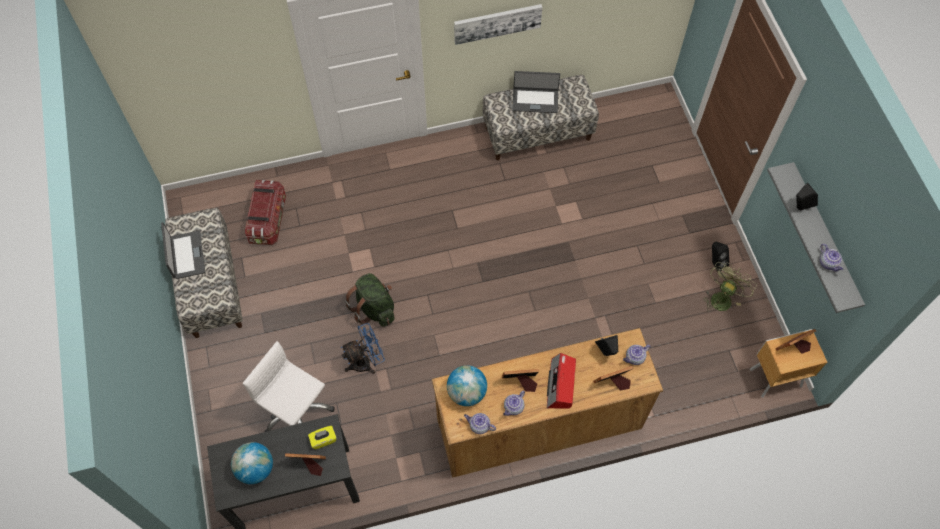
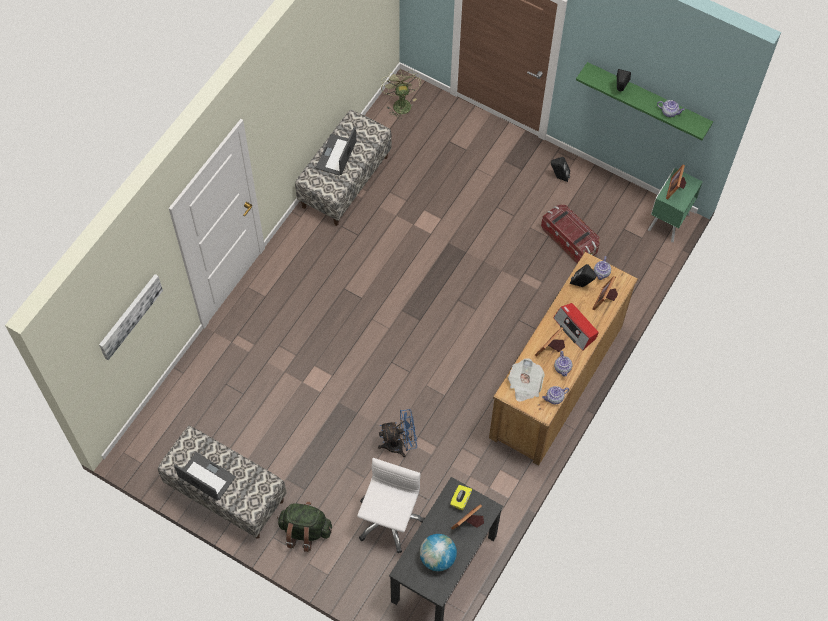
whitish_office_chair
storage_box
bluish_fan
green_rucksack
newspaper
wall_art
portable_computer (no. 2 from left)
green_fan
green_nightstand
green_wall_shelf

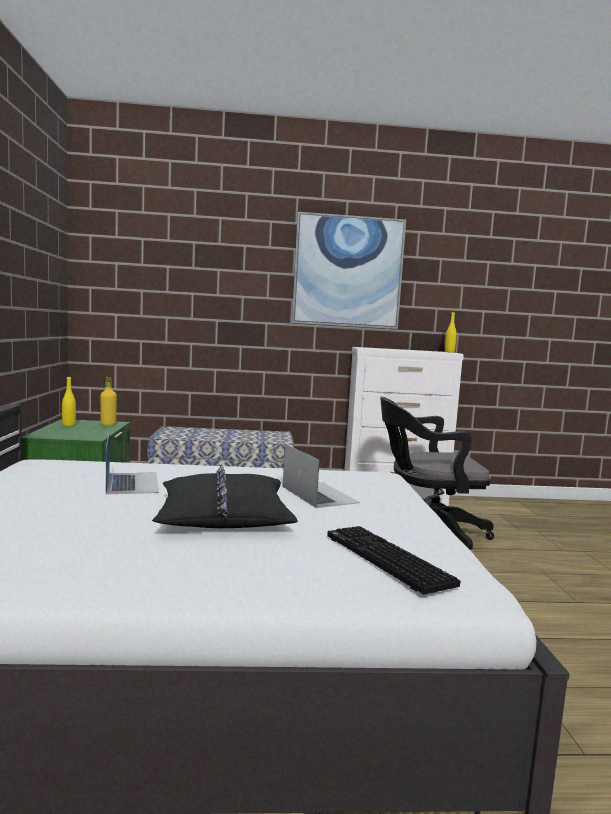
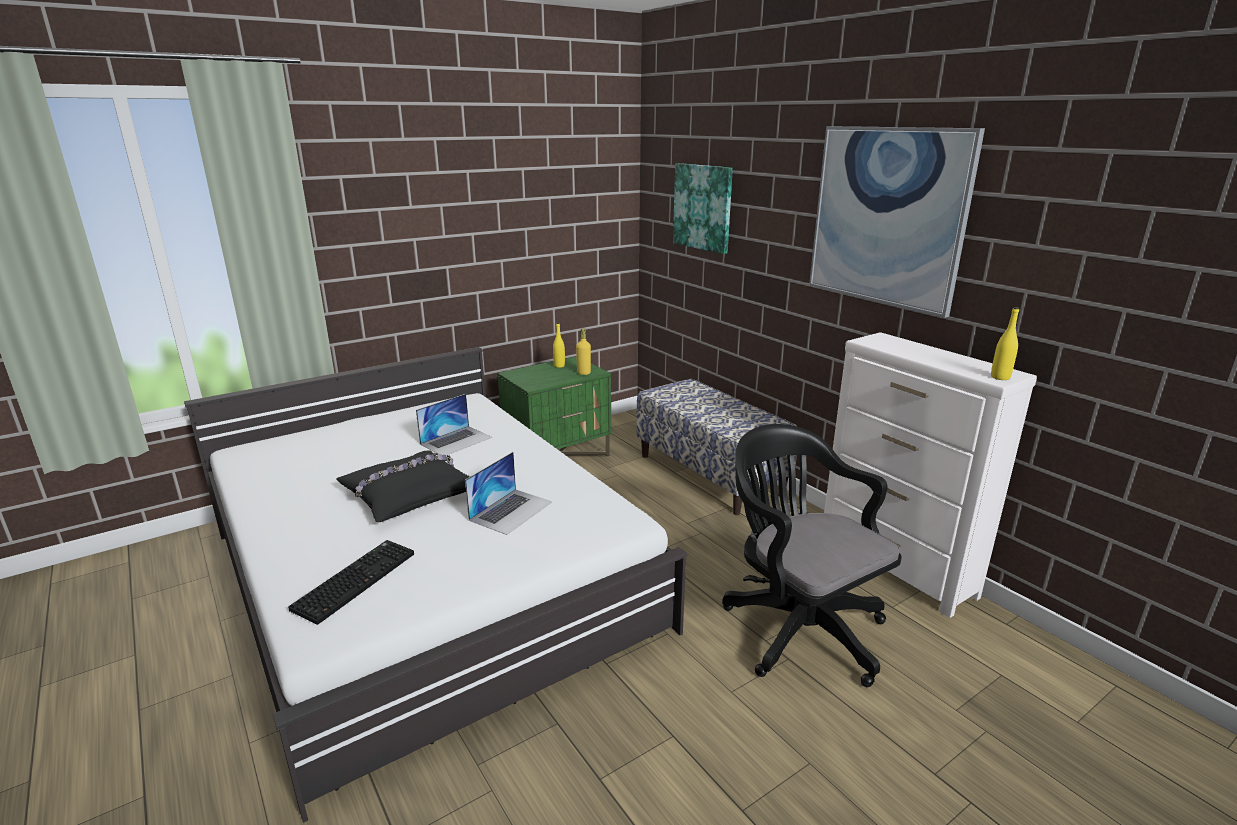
wall_art (no. 1 from left)

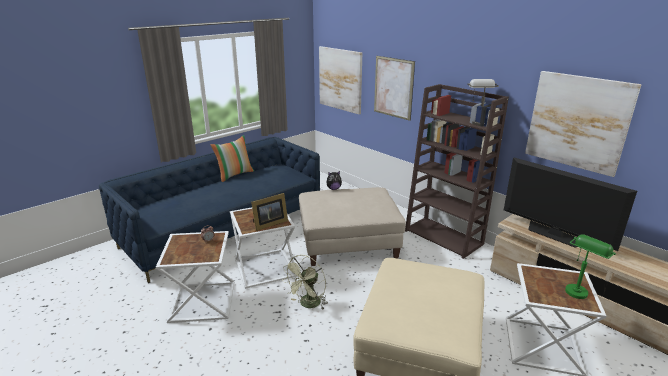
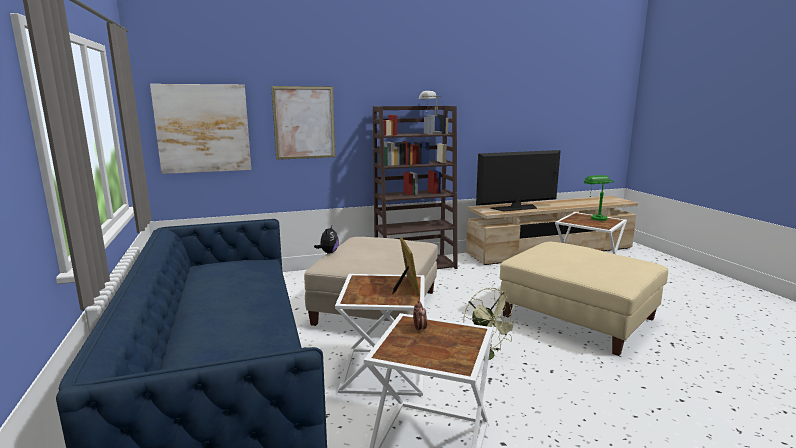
throw_pillow
wall_art (no. 3 from left in the first image)

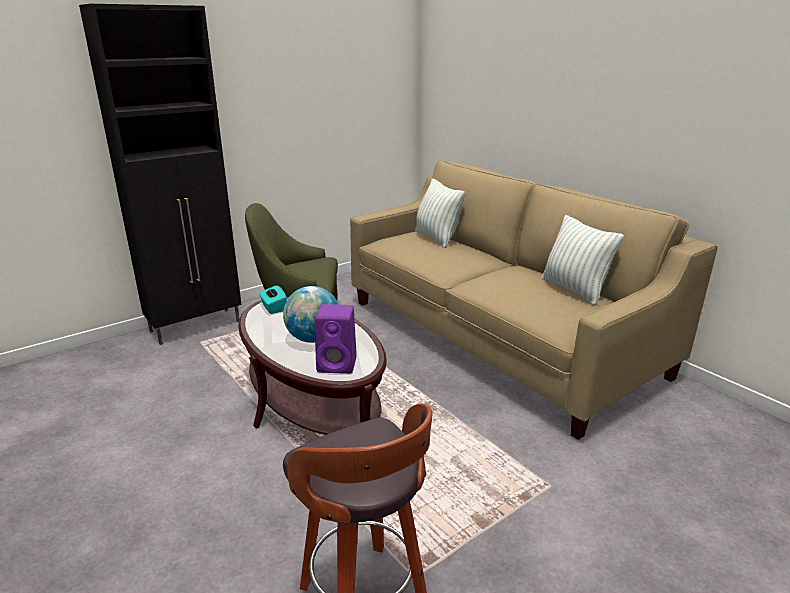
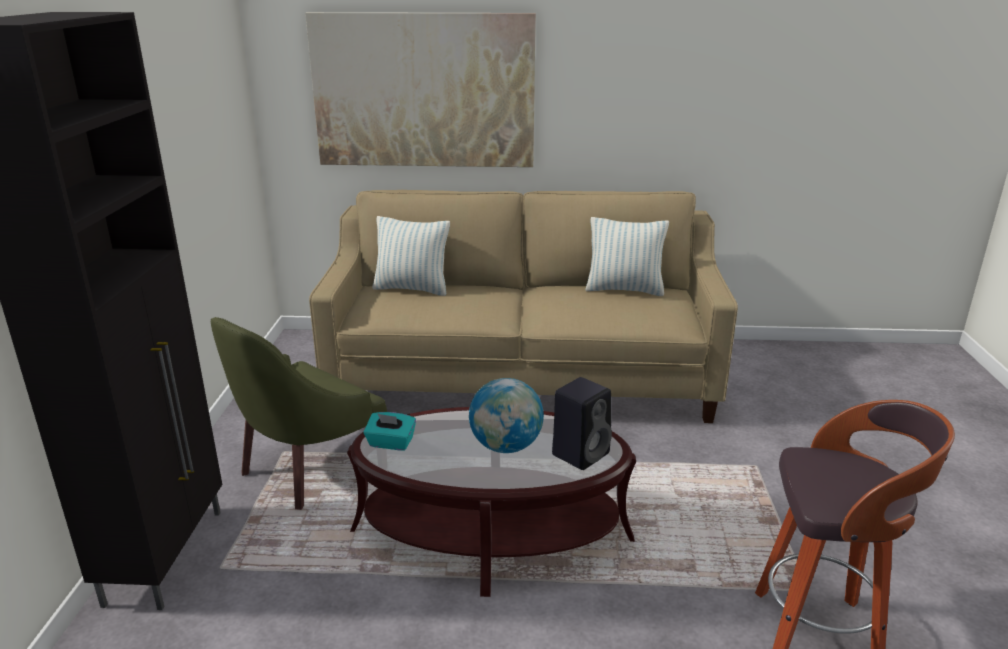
black-coloured_loudspeaker
wall_art

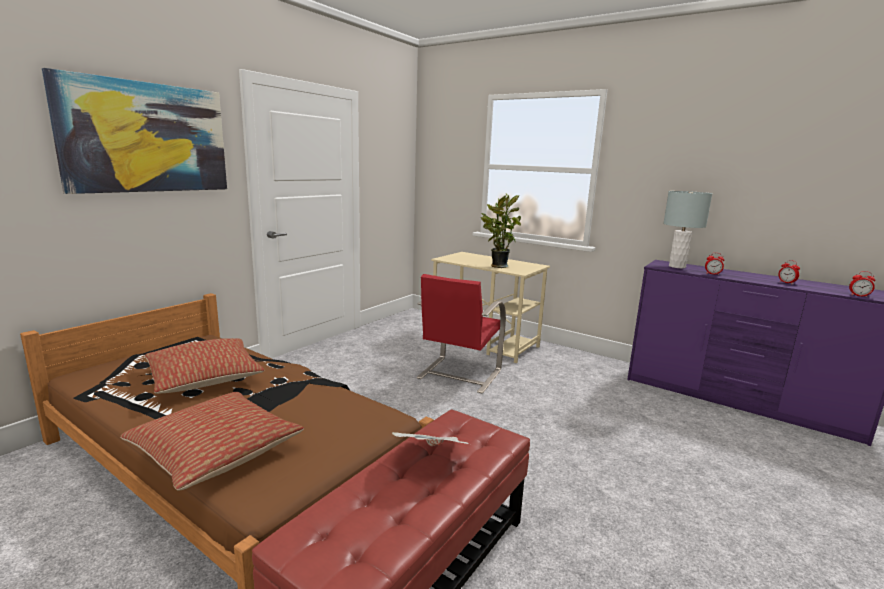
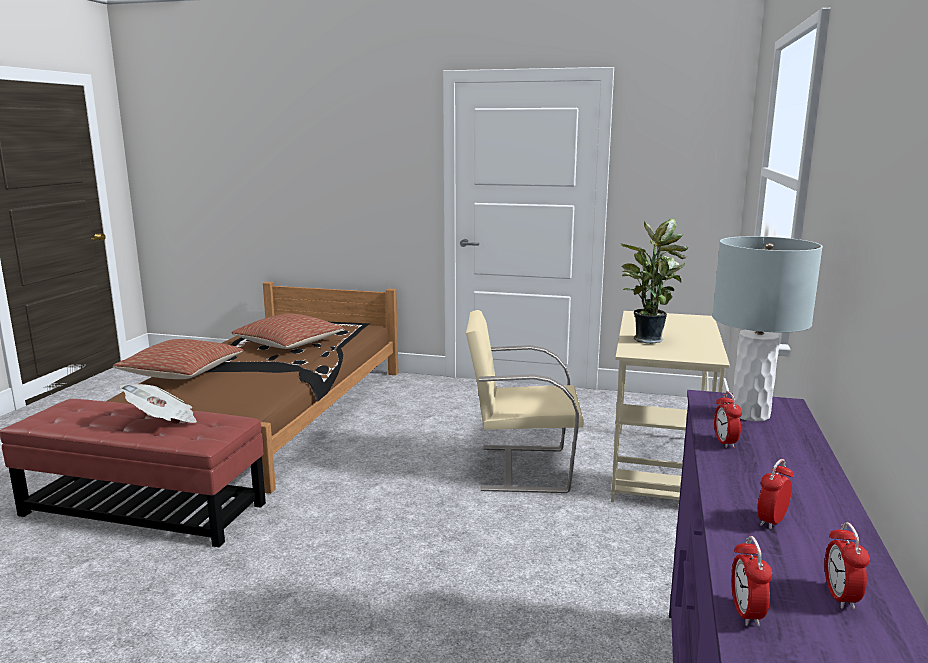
wall_art
sand-coloured_chair
table_clock (no. 4 from left)

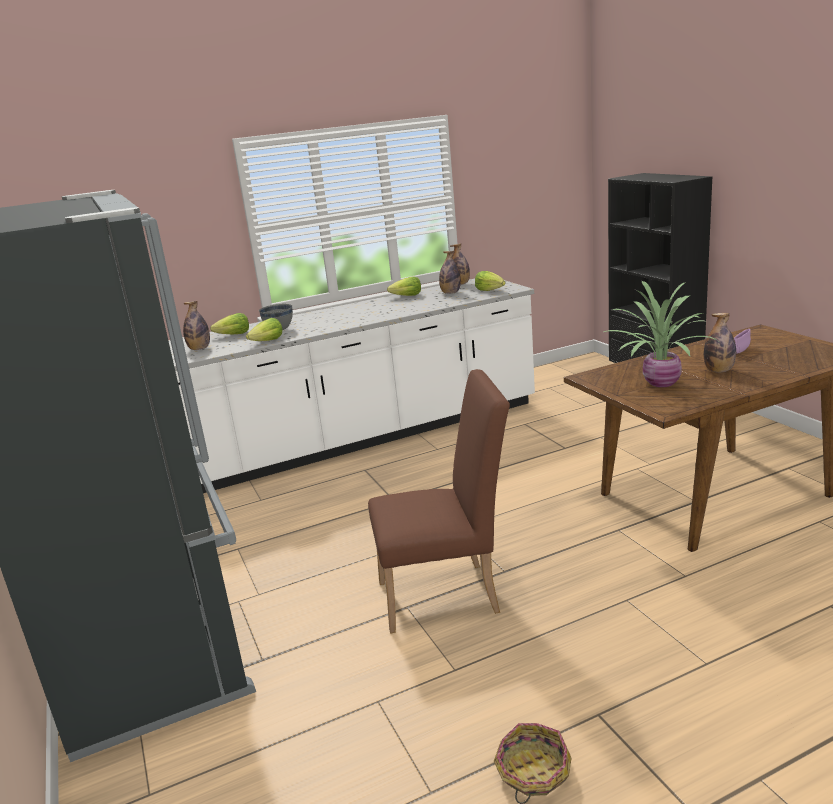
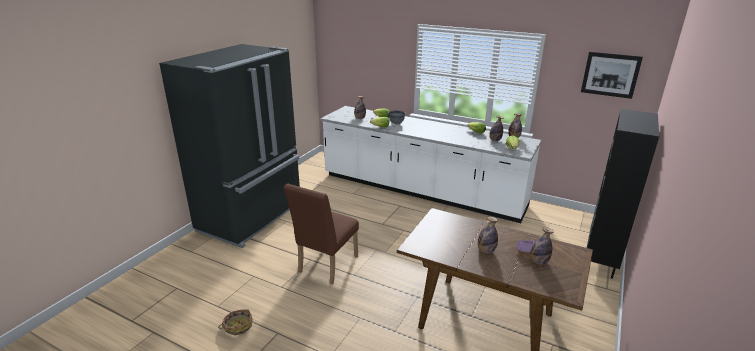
brownish_chair
potted_plant
bottle (no. 5 from left)
wall_art

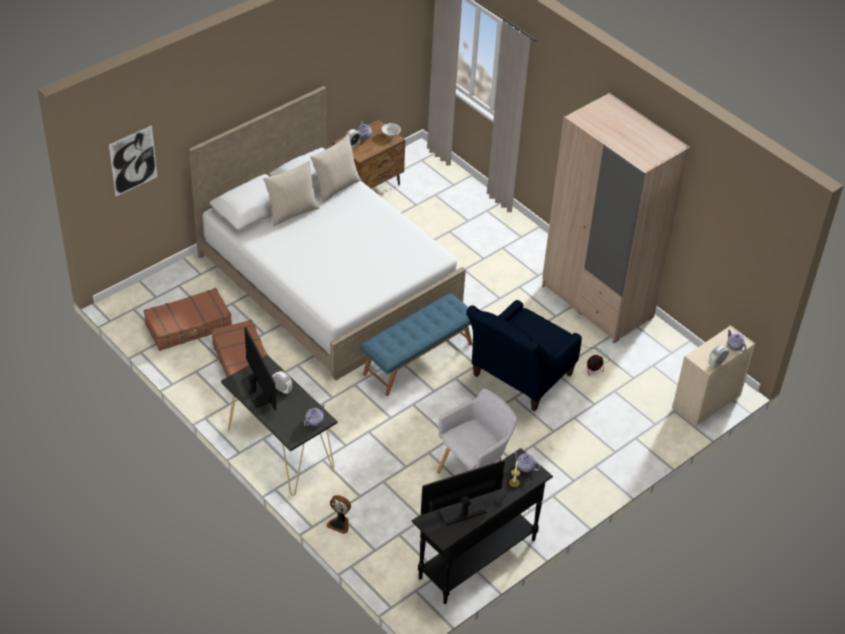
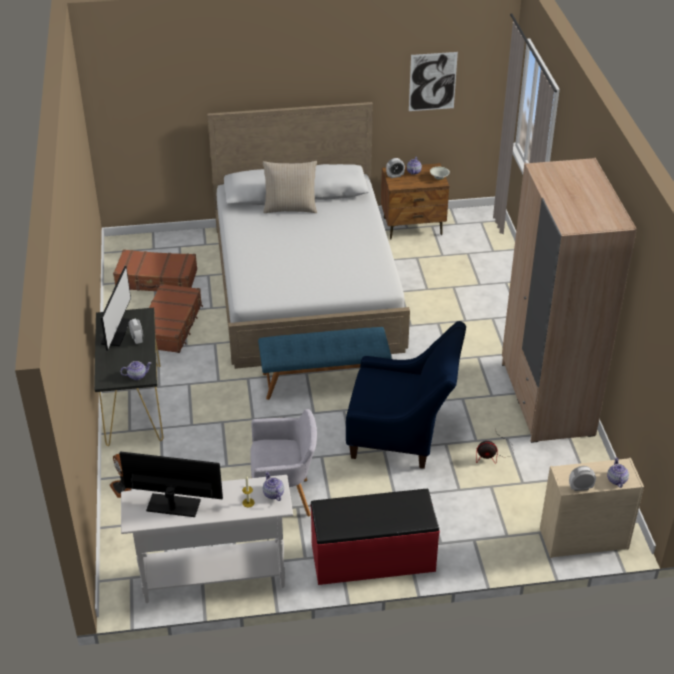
wall_art
sand-coloured_throw_pillow (no. 2 from left in the first image)
whitish_console_table
bluish_lounge_chair
red_indoor_bench

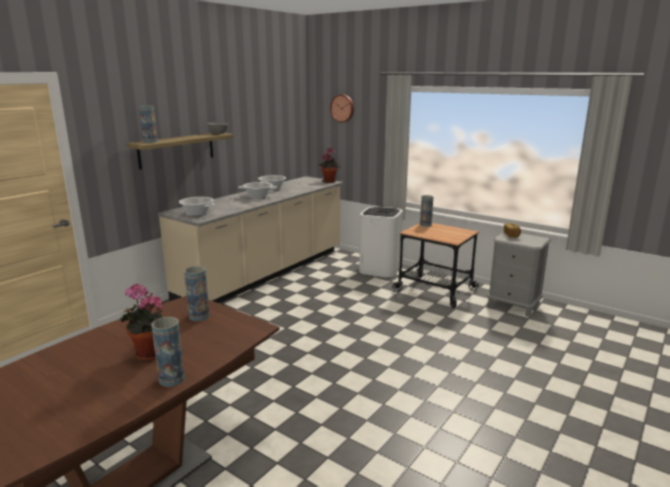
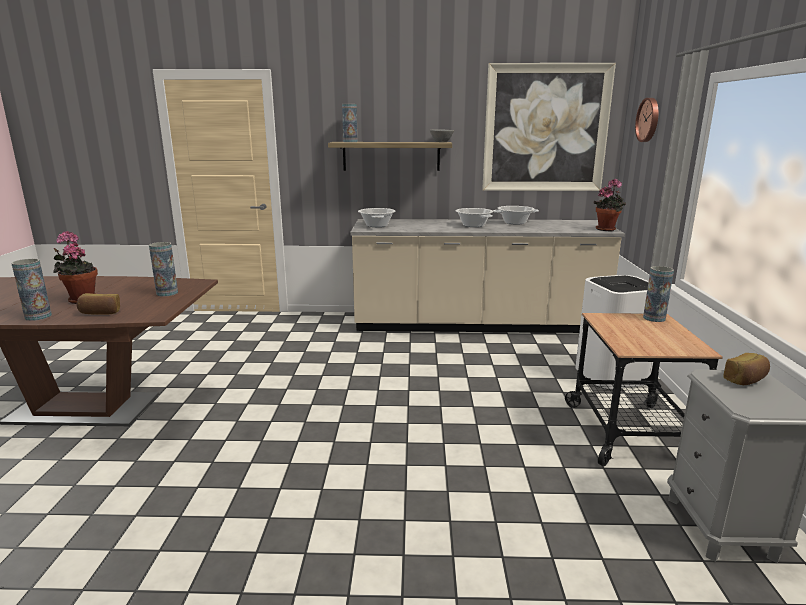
bakery_bread (no. 1 from left)
wall_art

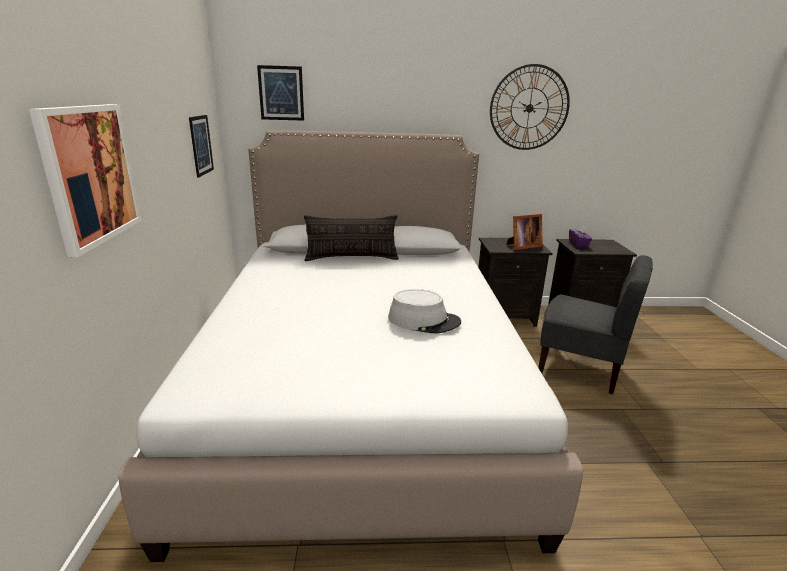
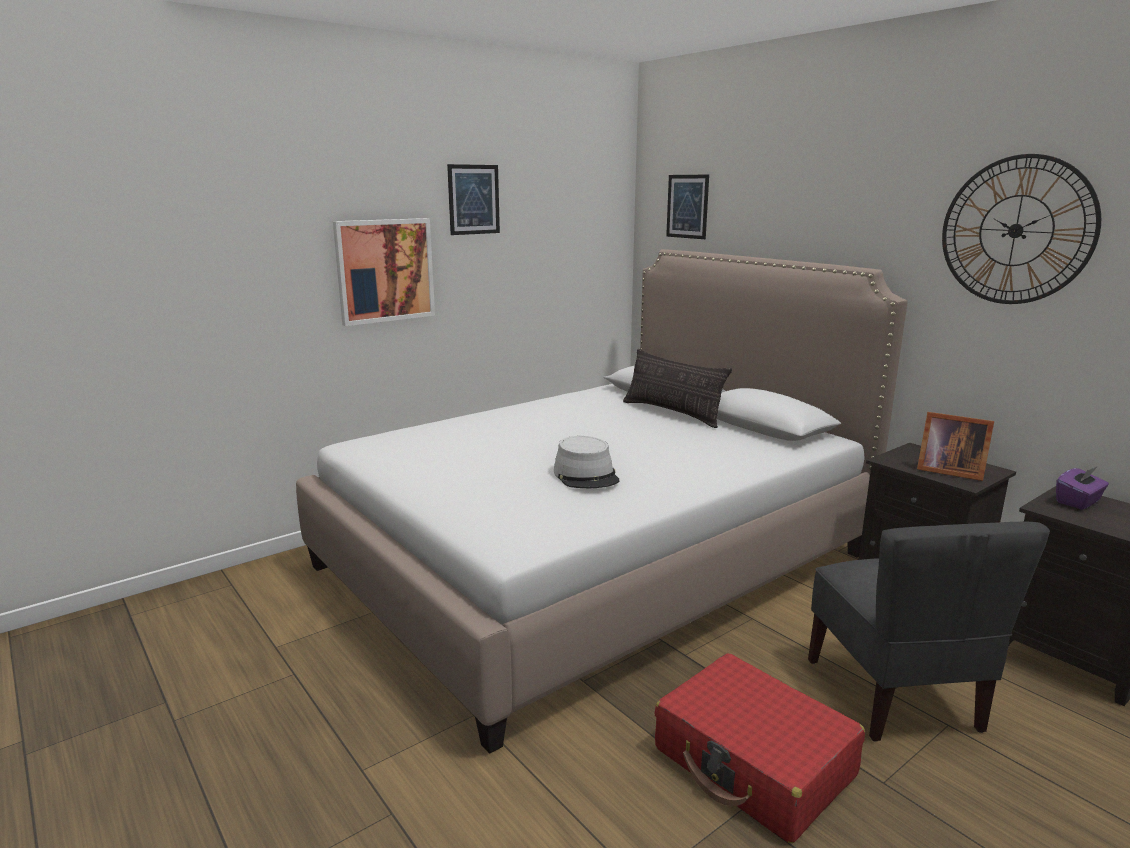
wall_art (no. 2 from left)
red_travel_case

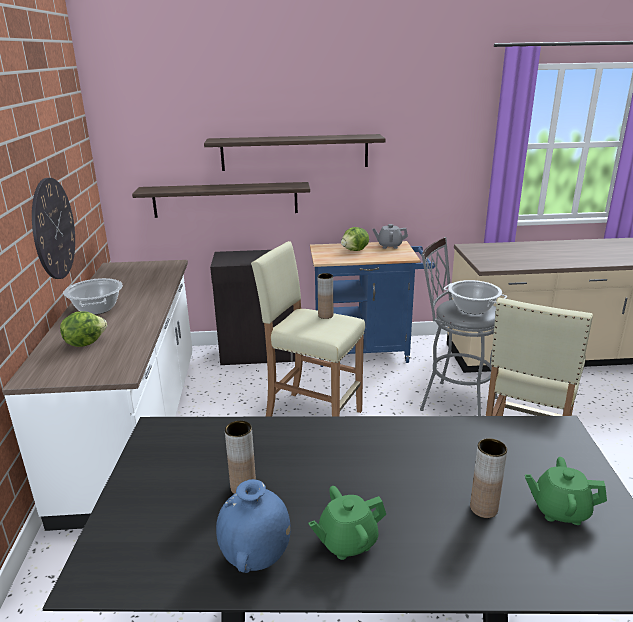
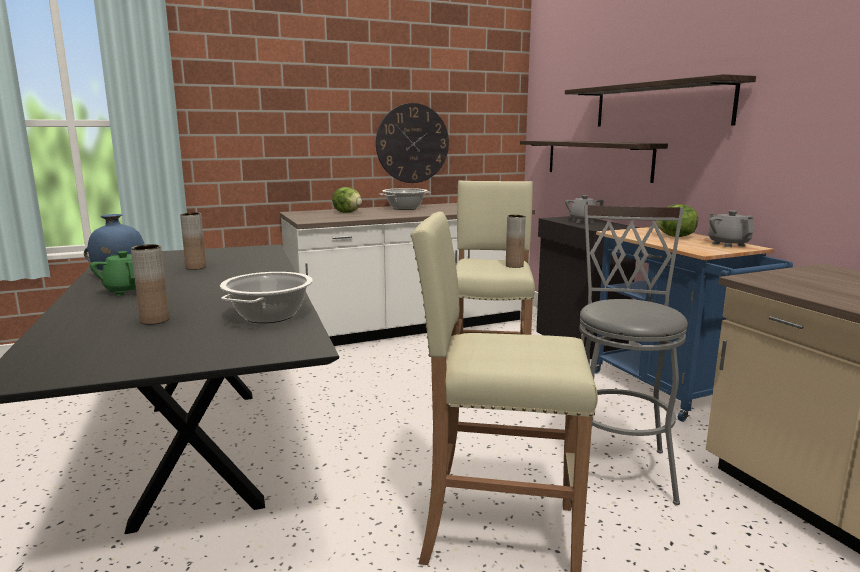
cooking_pot (no. 1 from left)
green_teapot (no. 2 from left in the first image)
greyish_teapot (no. 1 from left)

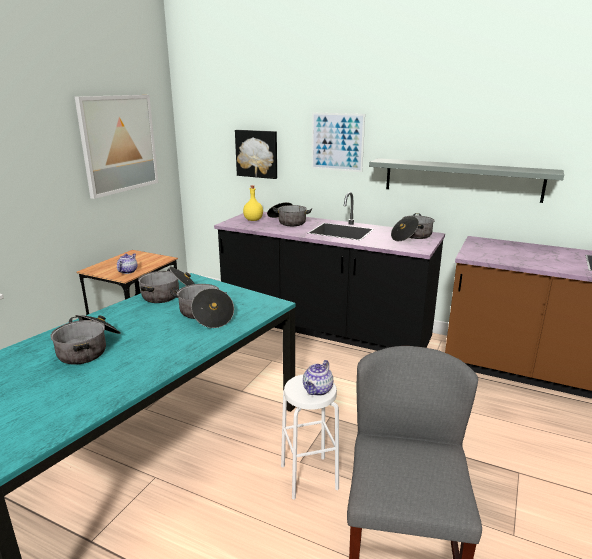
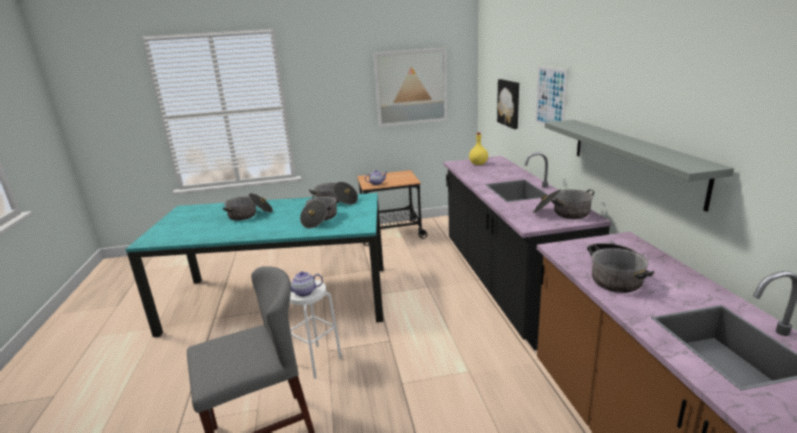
cooking_pot (no. 5 from left)

